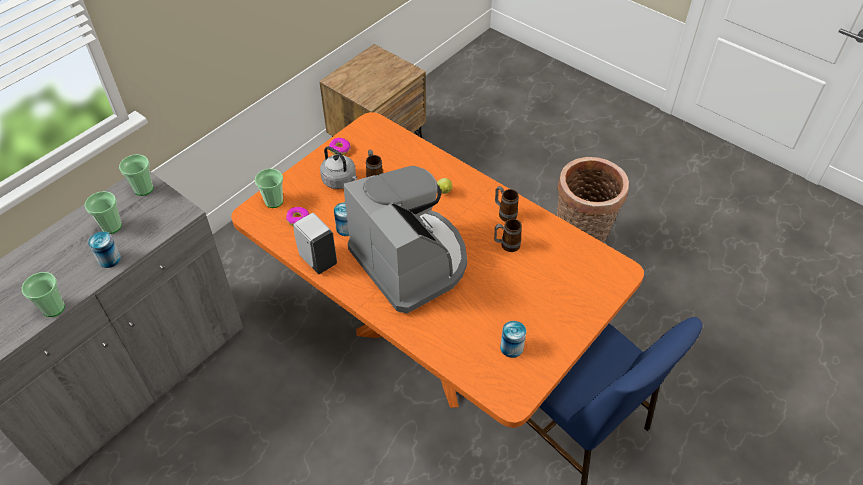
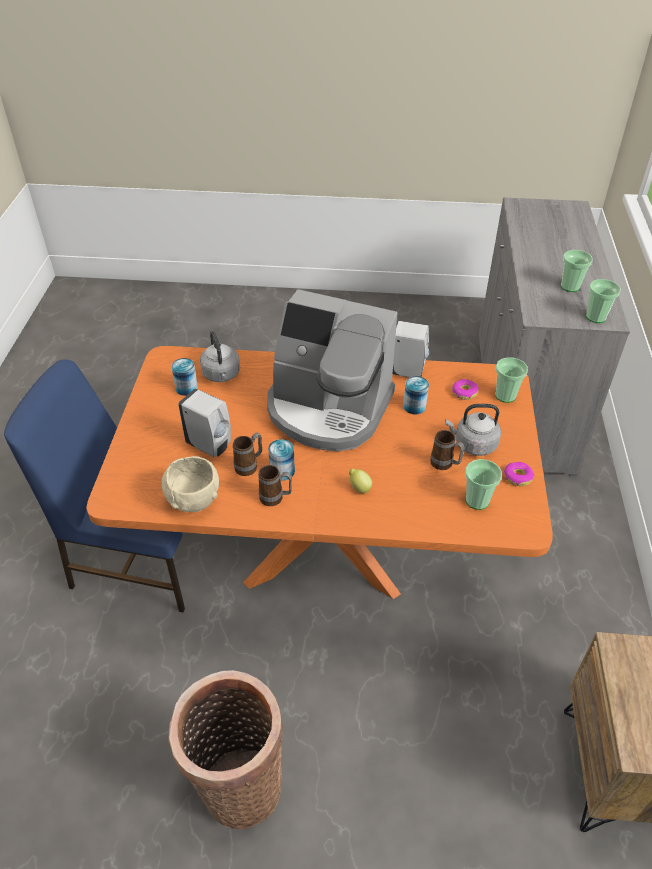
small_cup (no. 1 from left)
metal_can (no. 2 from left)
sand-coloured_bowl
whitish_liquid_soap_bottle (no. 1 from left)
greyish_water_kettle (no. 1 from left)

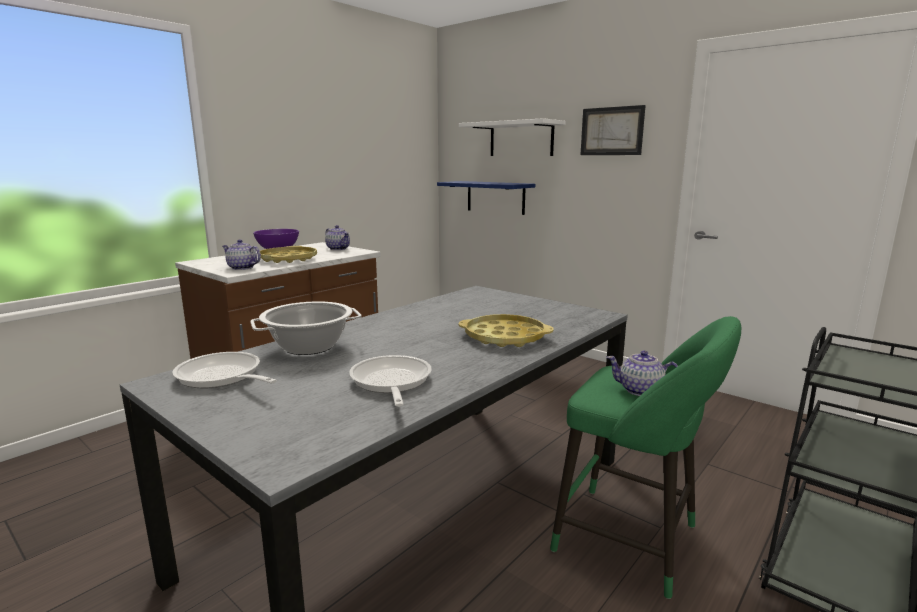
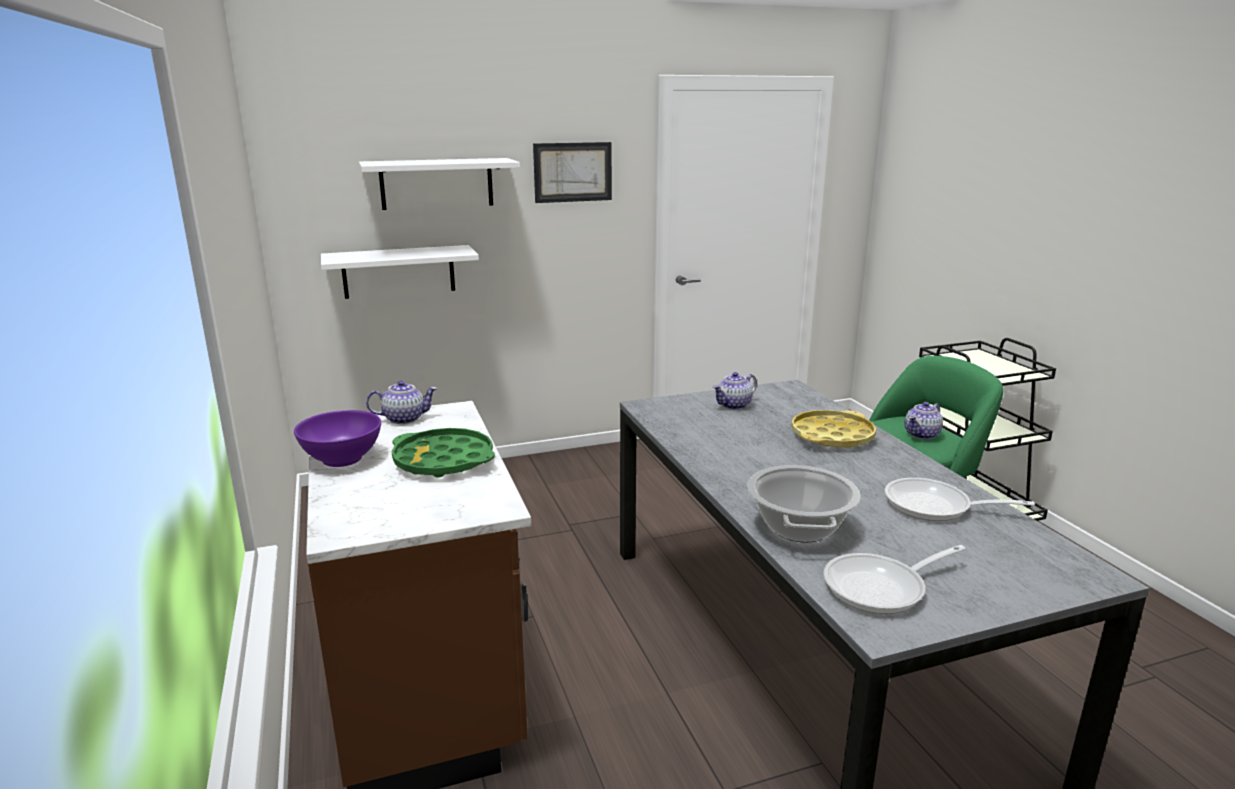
teapot (no. 2 from left)
green_serving_tray
whitish_wall_shelf (no. 1 from left)

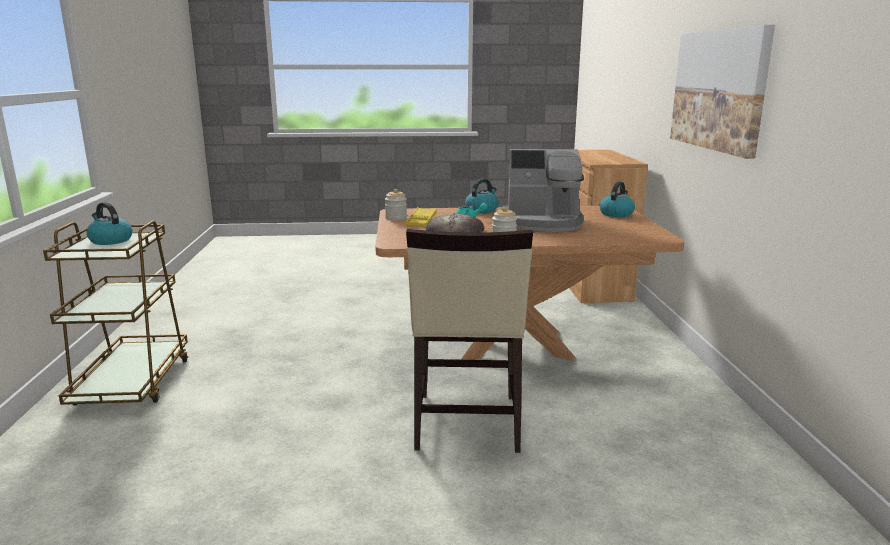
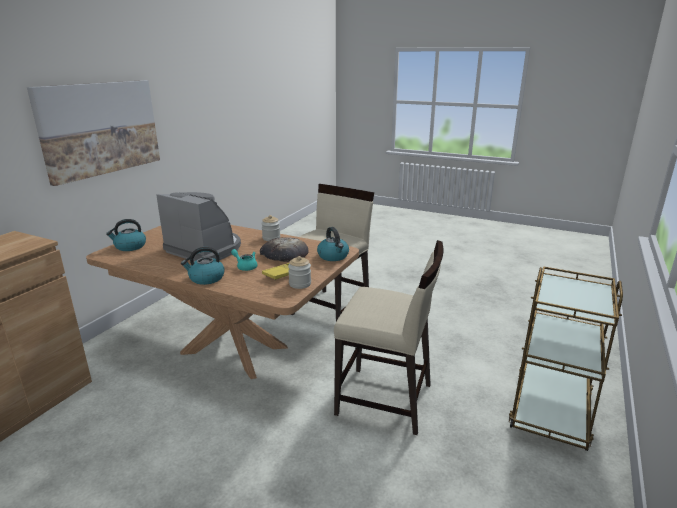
water_kettle (no. 3 from left)
sand-coloured_chair (no. 2 from left)

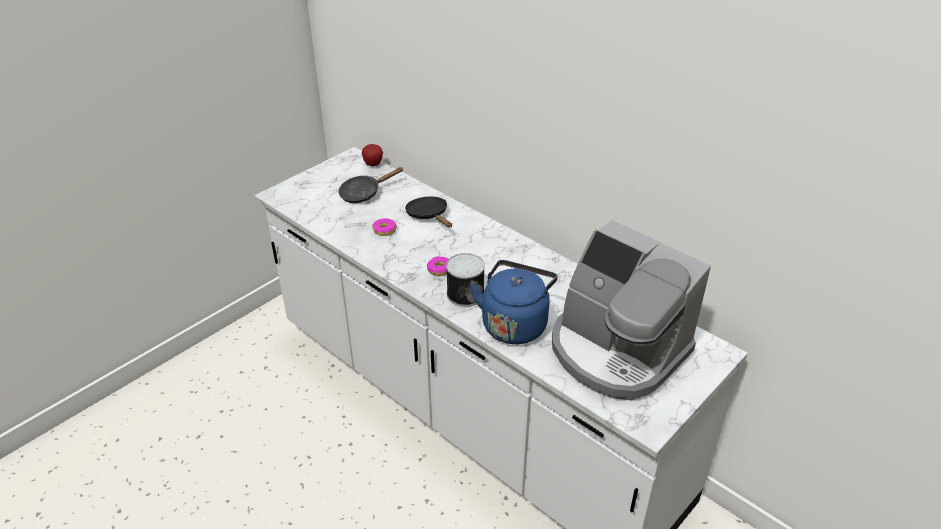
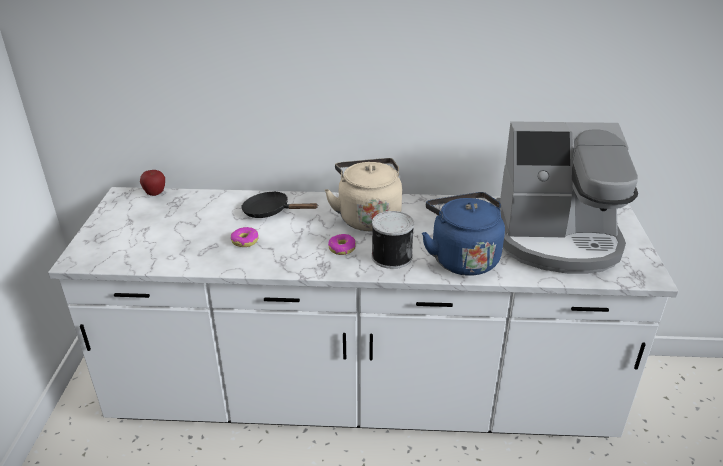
black-coloured_pan (no. 1 from left in the first image)
sand-coloured_water_kettle

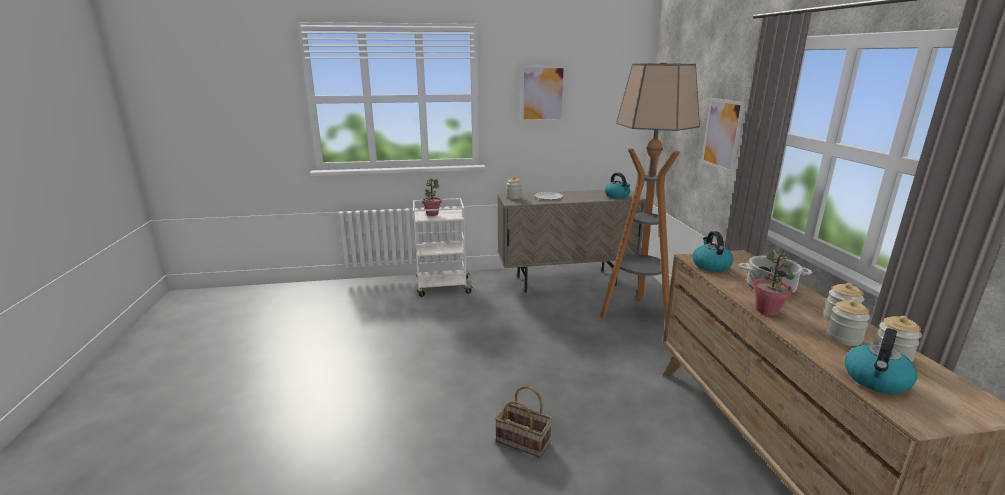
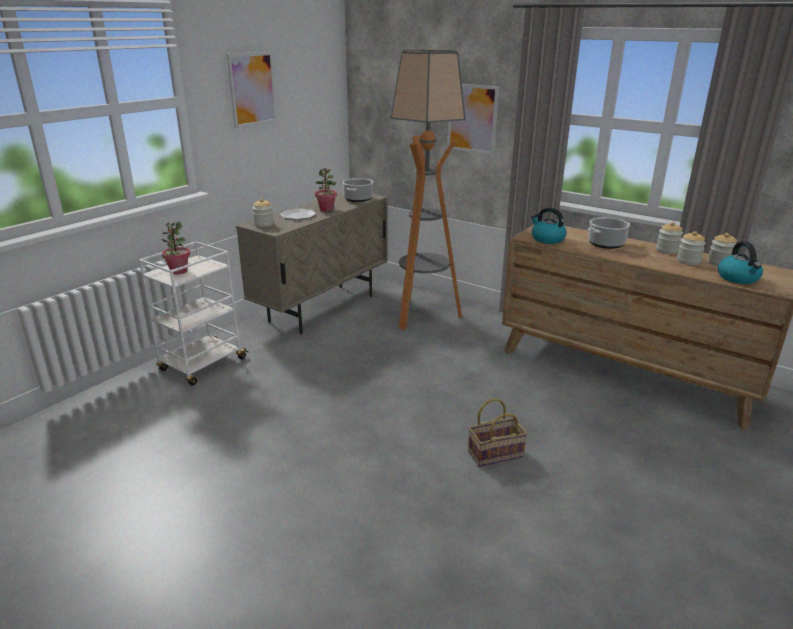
cooking_pot (no. 1 from left)
potted_plant (no. 2 from left)

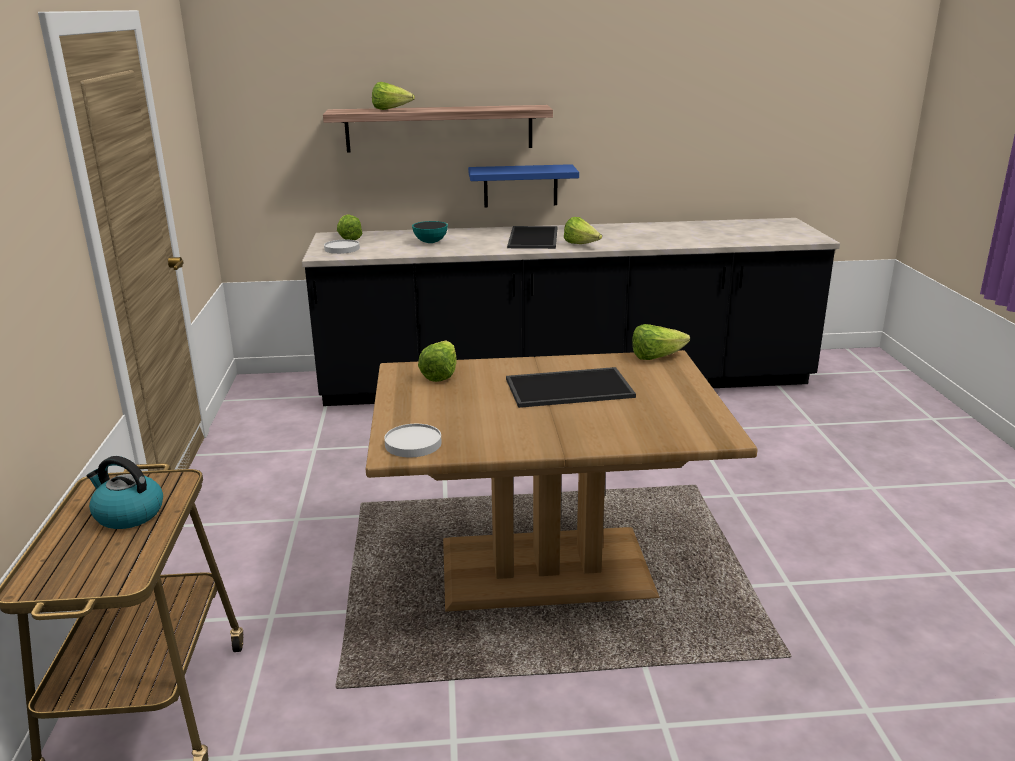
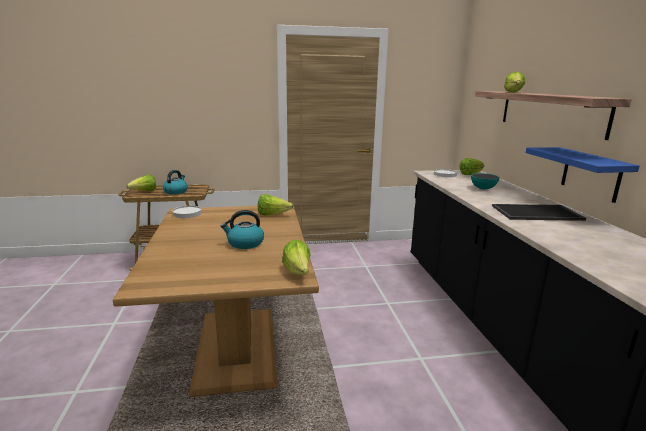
water_kettle (no. 2 from left)
lettuce_head (no. 1 from left)

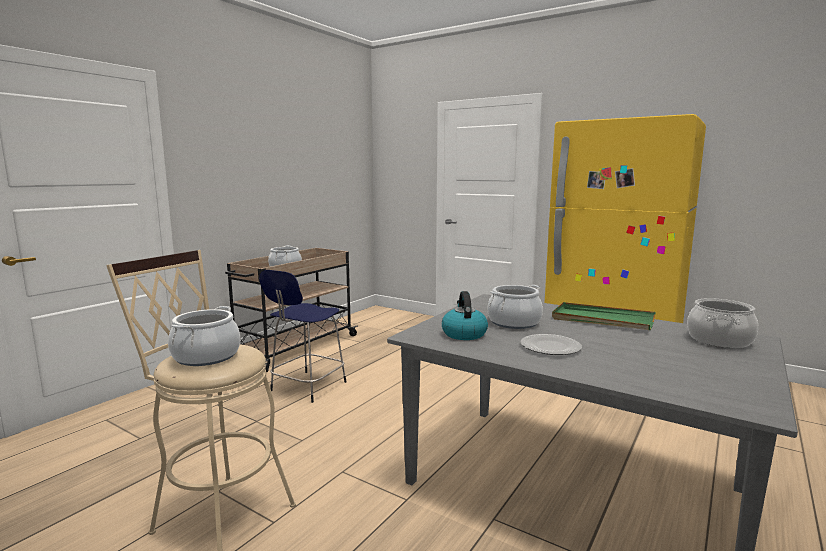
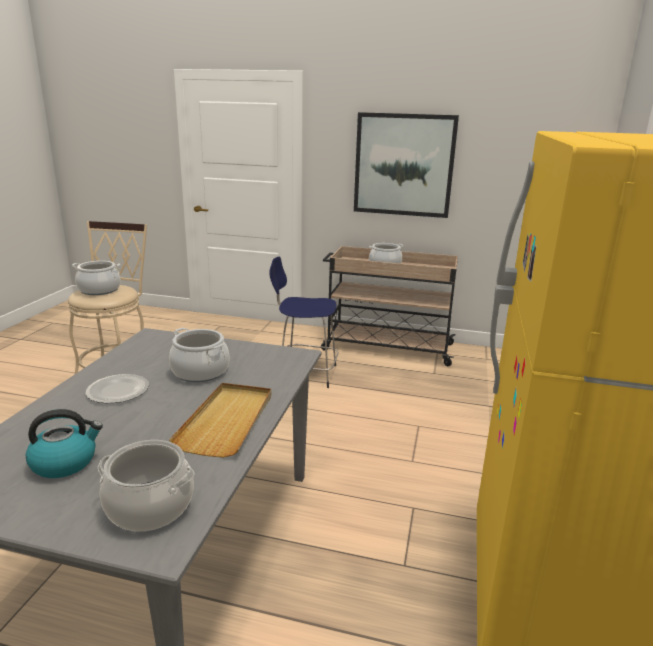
water_kettle
sand-coloured_serving_tray
wall_art

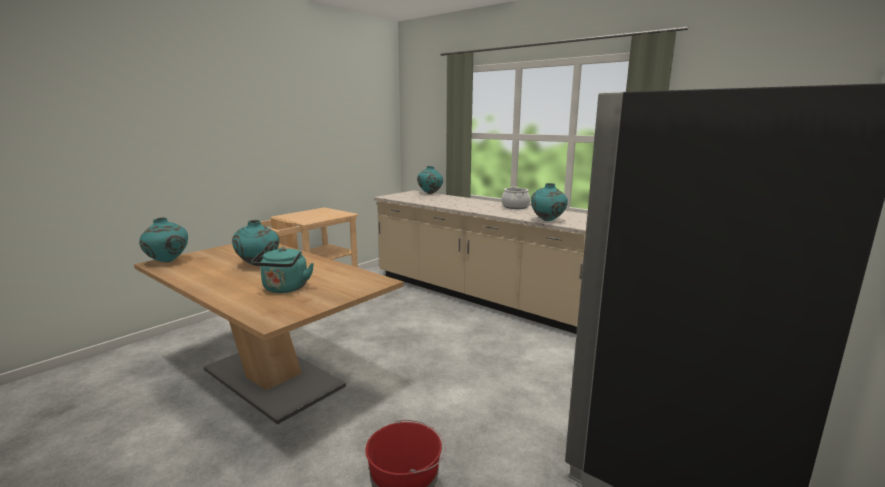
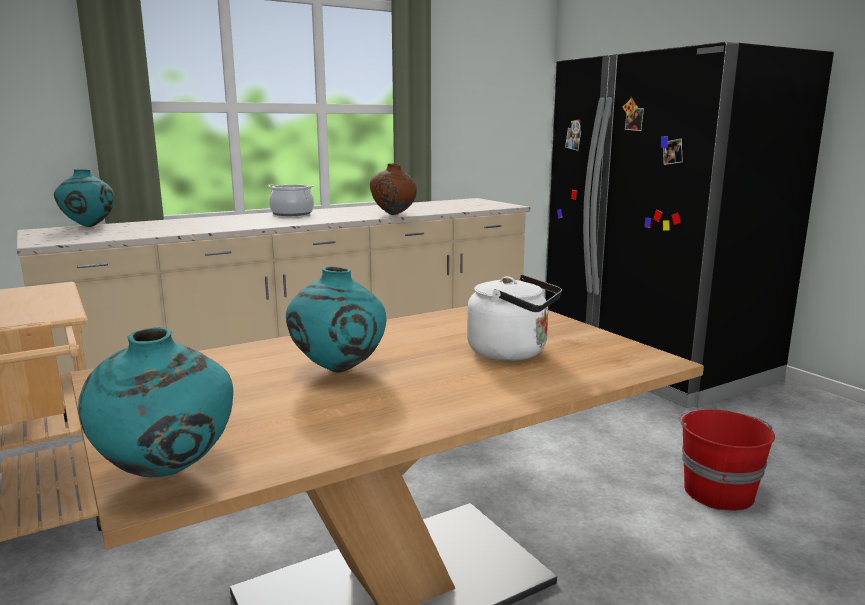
whitish_water_kettle
brownish_decorative_vase

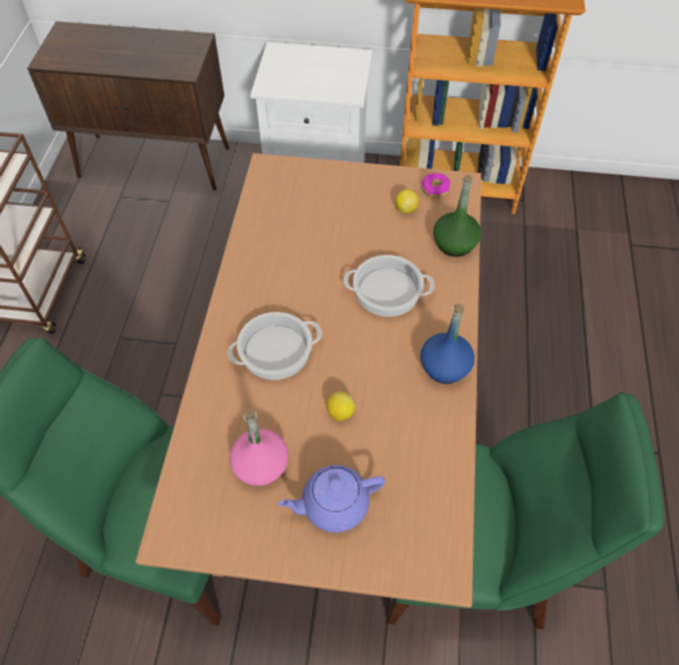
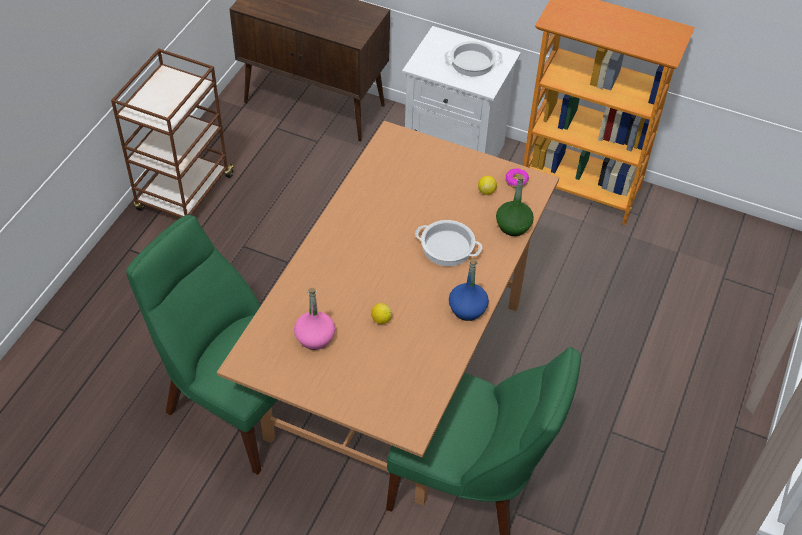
cooking_pot (no. 2 from left)
purplish_teapot

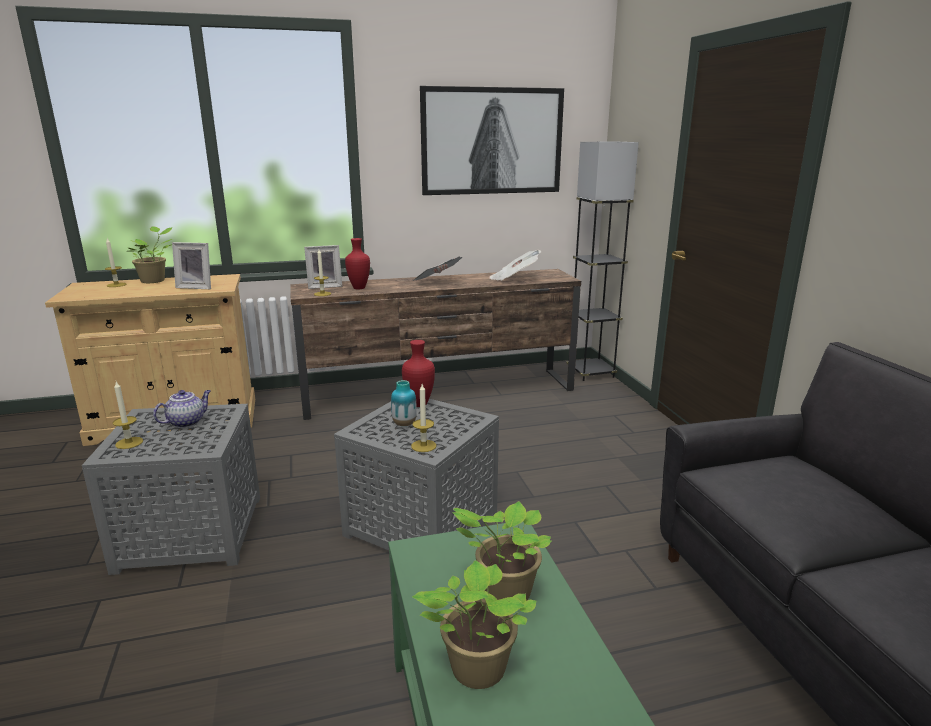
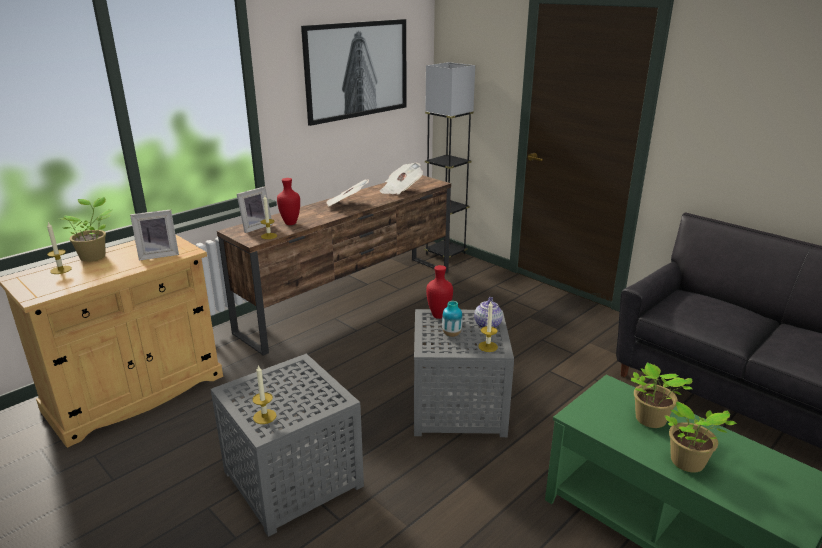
teapot

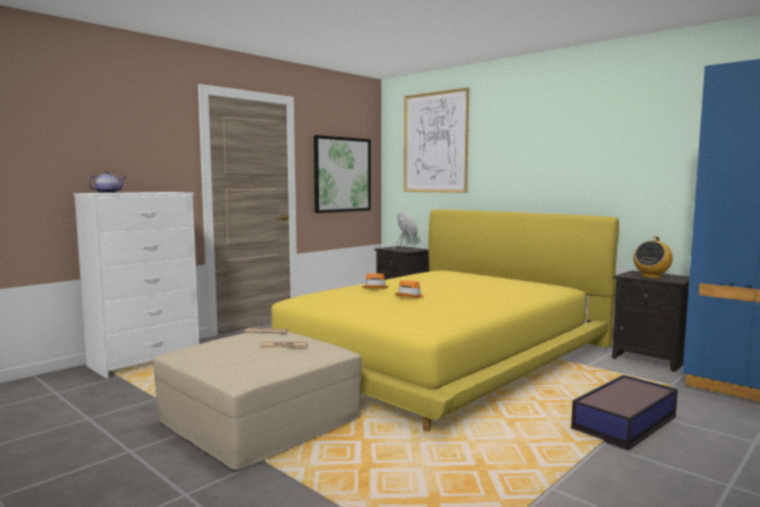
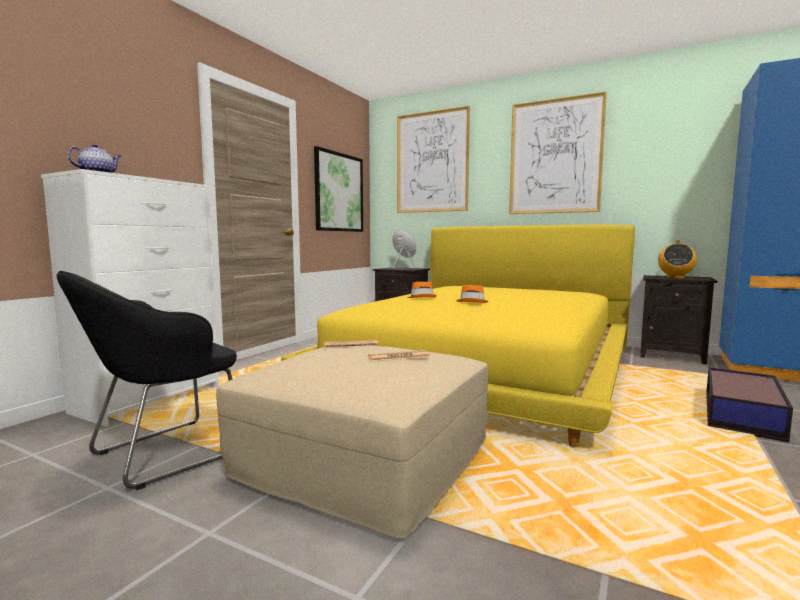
black-coloured_lounge_chair
wall_art (no. 3 from left)

